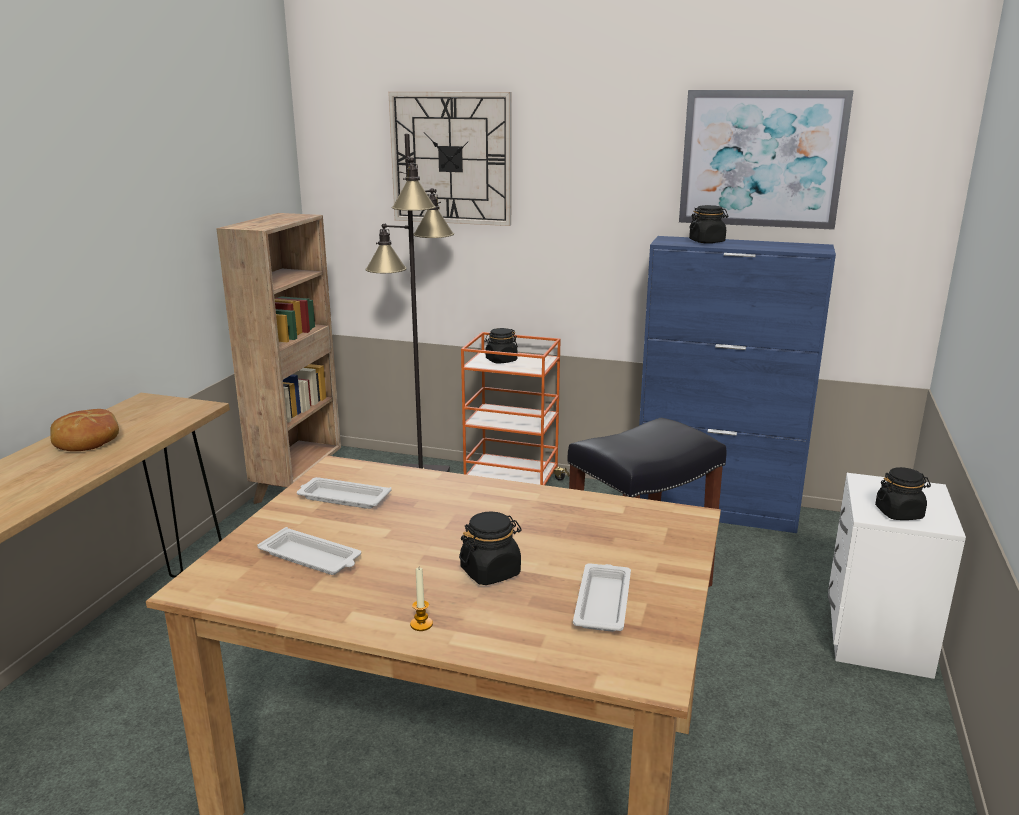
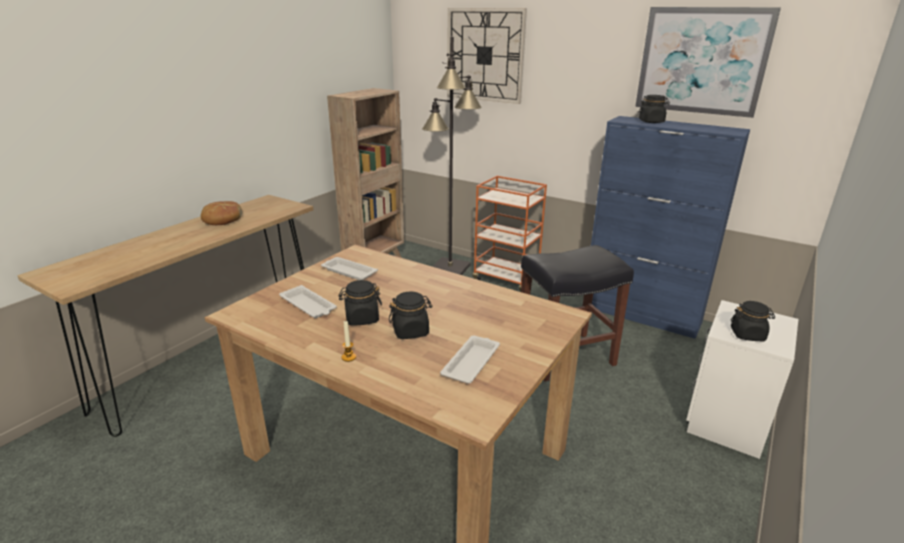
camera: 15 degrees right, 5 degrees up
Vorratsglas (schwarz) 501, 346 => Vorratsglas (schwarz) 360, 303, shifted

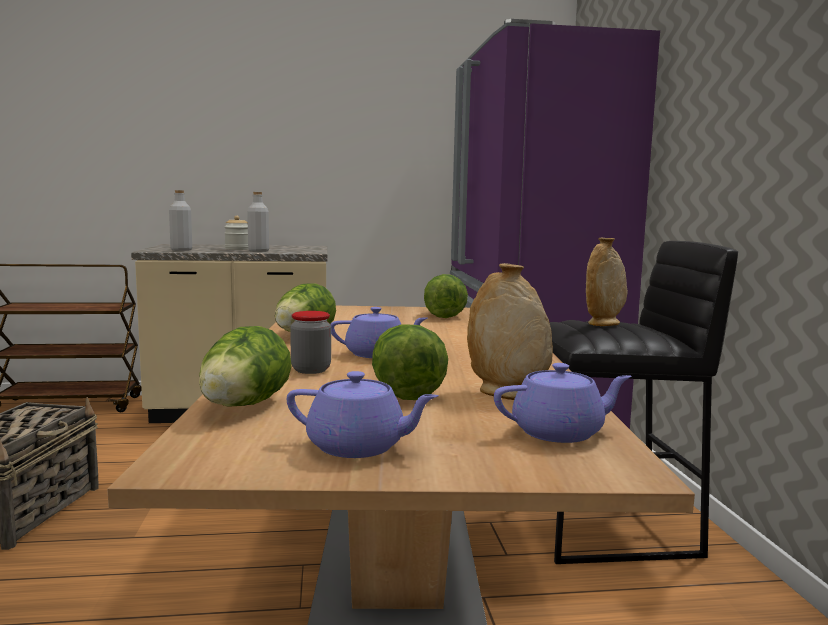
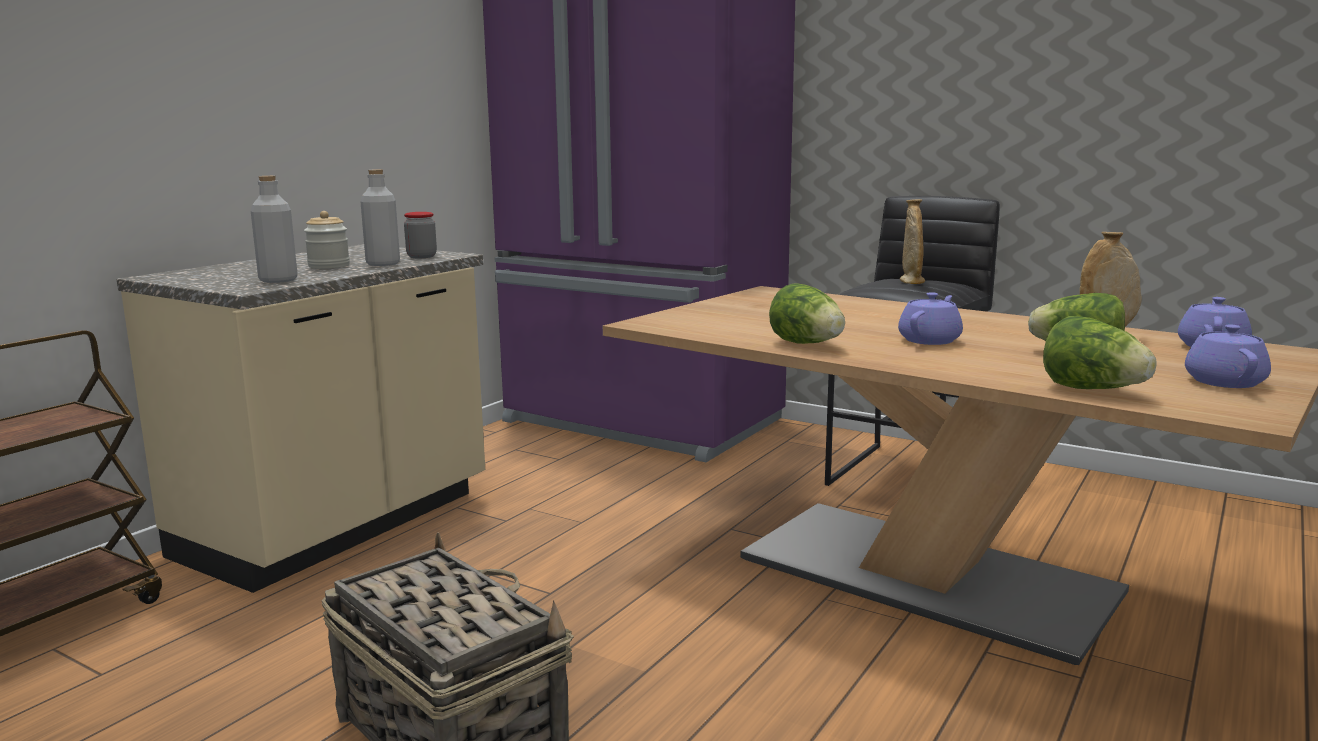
camera: 50 degrees left, 5 degrees up
Salatkopf 446, 296 => nothing
Vorratsglas 310, 342 => Vorratsglas 420, 235, shifted
Teekanne (lila) 363, 414 => Teekanne (lila) 1228, 356, 45 degrees counterclockwise

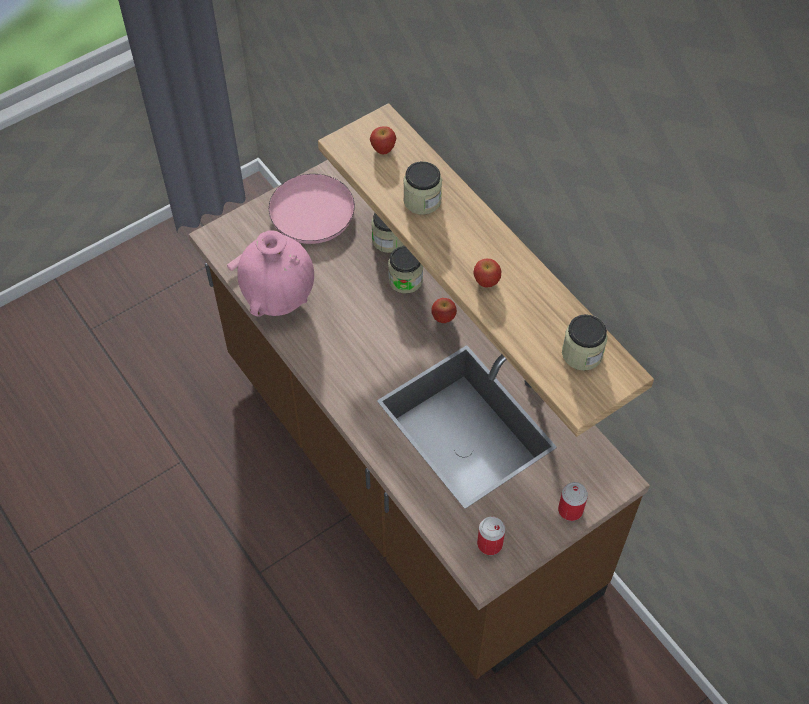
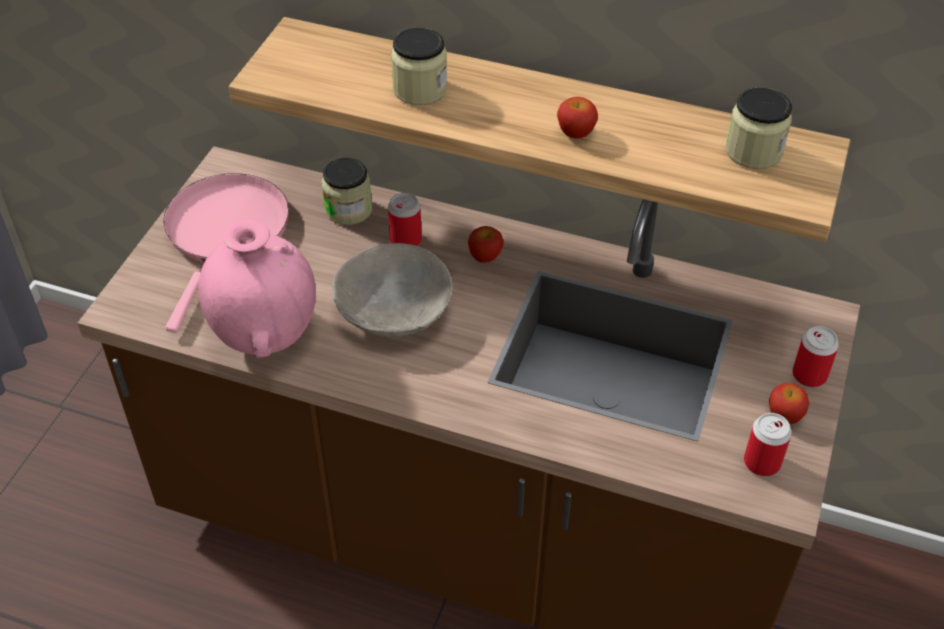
camera: 35 degrees left, 10 degrees down
Apfel 383, 140 => Apfel 789, 403, shifted
Vorratsglas 405, 269 => Dose 405, 219
nothing => Schüssel (grau) 392, 290

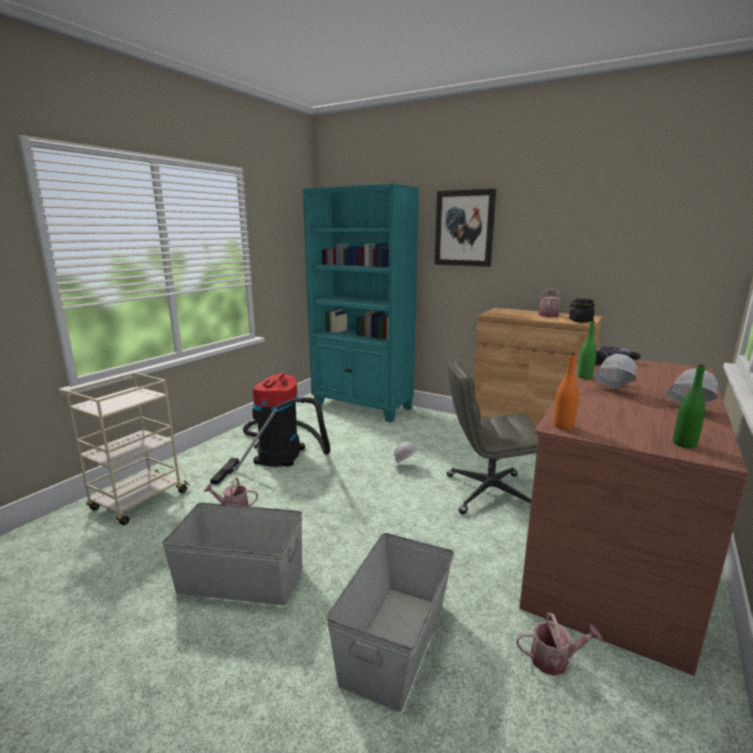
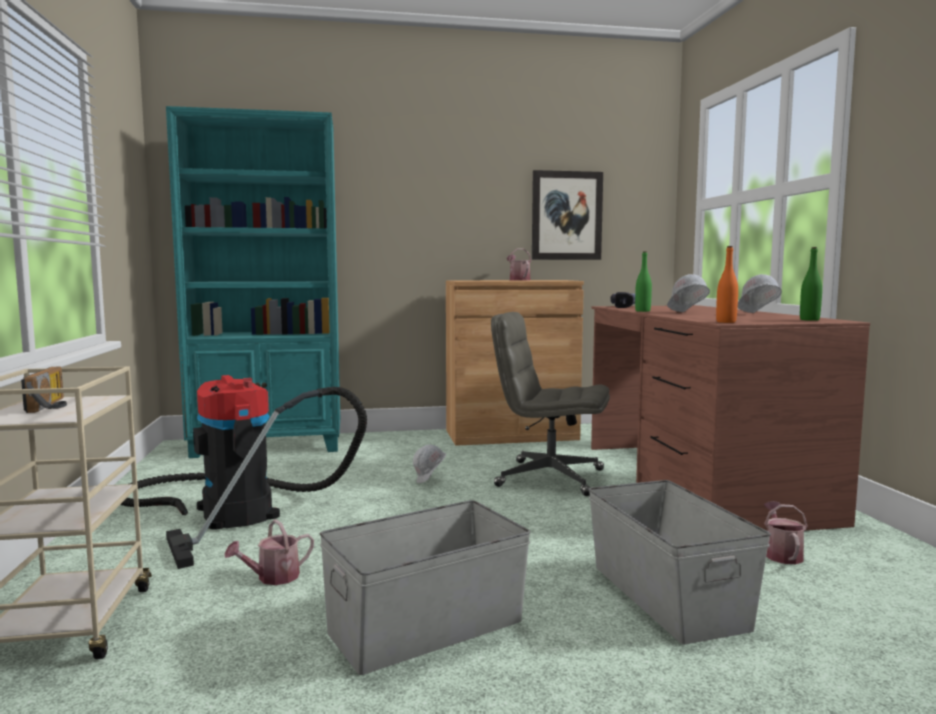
camera: 40 degrees left, 10 degrees down
Bild 465, 228 => Bild 567, 215, shifted
Vorratsglas (schwarz) 582, 311 => nothing
Bürostuhl (grau) 493, 436 => Bürostuhl (grau) 550, 404, 60 degrees clockwise
Gießkanne 559, 644 => Gießkanne 786, 532, 45 degrees counterclockwise
nothing => Radio 44, 389

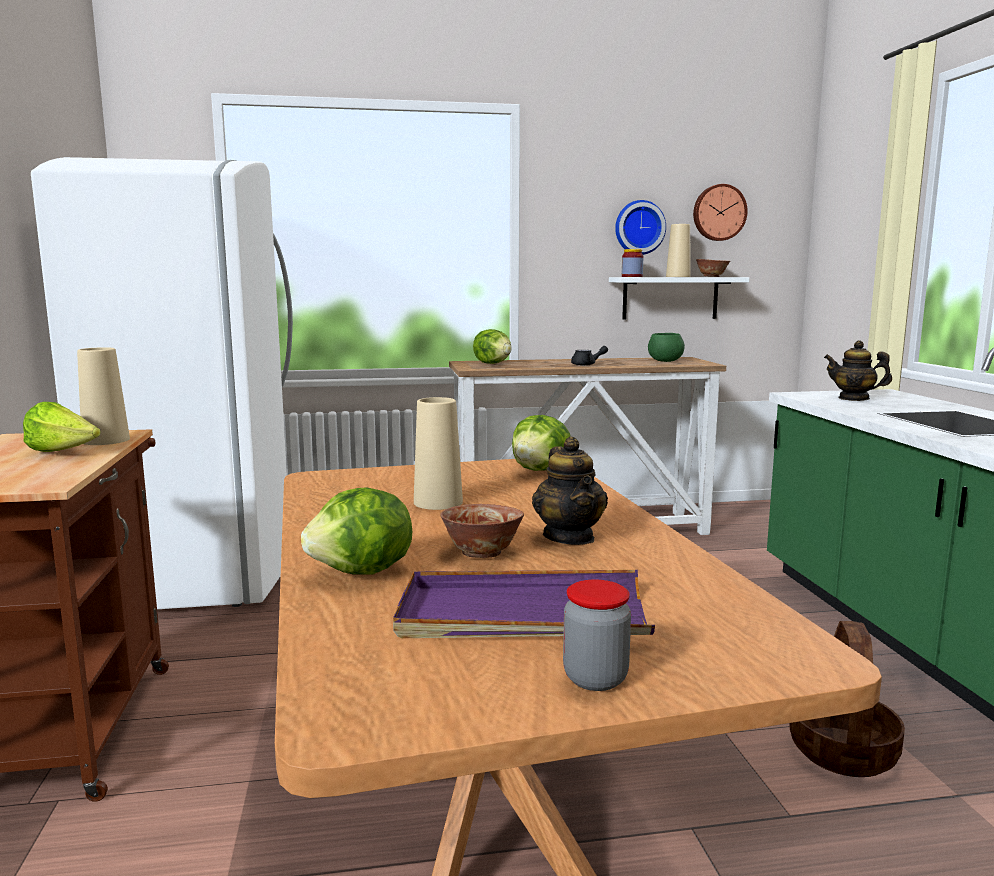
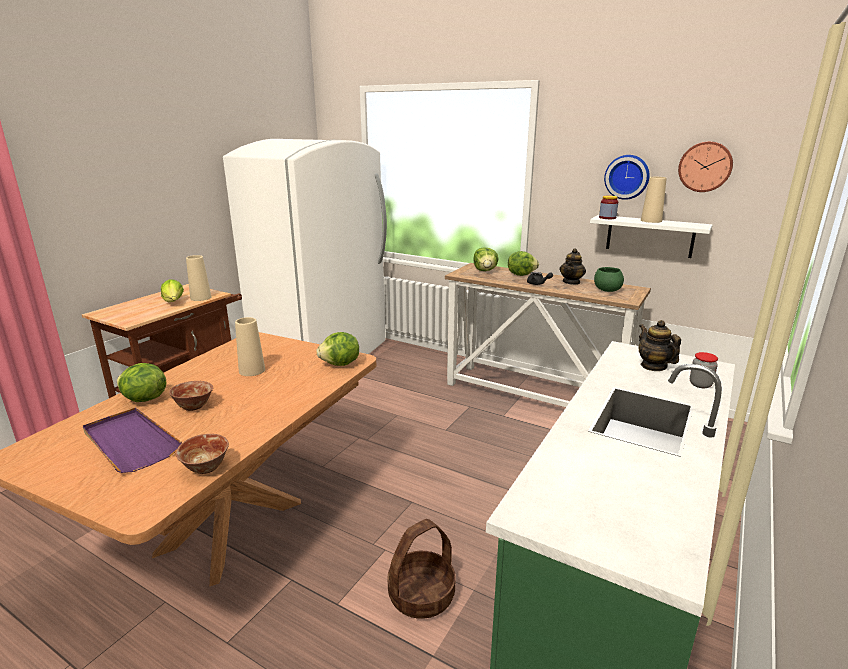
camera: 40 degrees right, 10 degrees up
Schüssel 713, 268 => Schüssel 202, 454, shifted
Teekanne 570, 490 => Teekanne 573, 266, shifted
Vorratsglas 597, 635 => Vorratsglas 704, 370, shifted
nothing => Salatkopf 523, 263

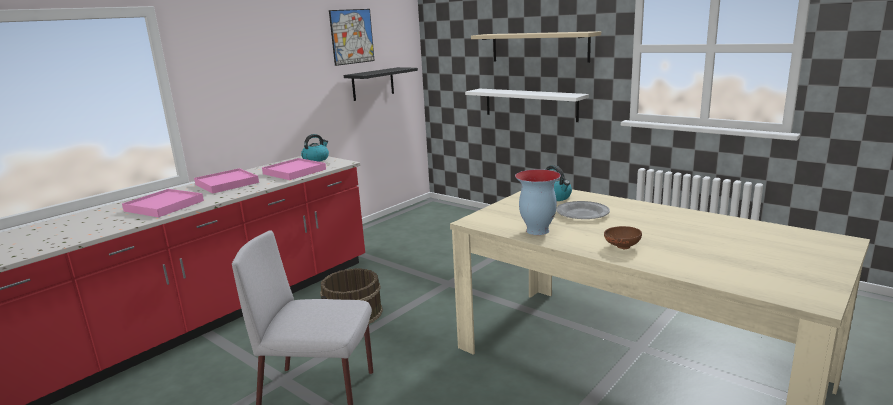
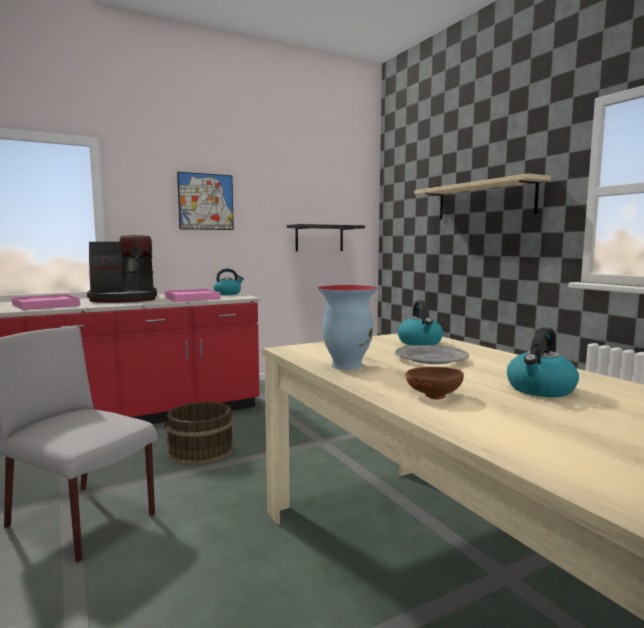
camera: 20 degrees right, 10 degrees down
Bild 352, 37 => Bild 205, 201, shifted
Wandregal (weiß) 527, 105 => nothing
Tablett (rosa) 226, 181 => Kaffeemaschine 122, 269
nothing => Wasserkessel 543, 362

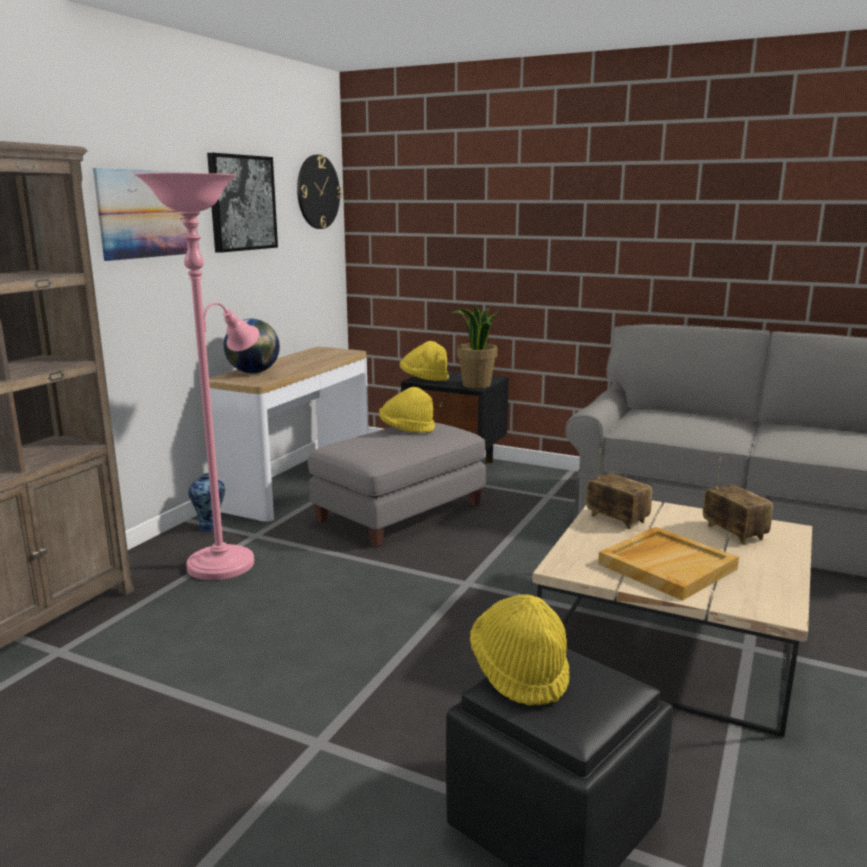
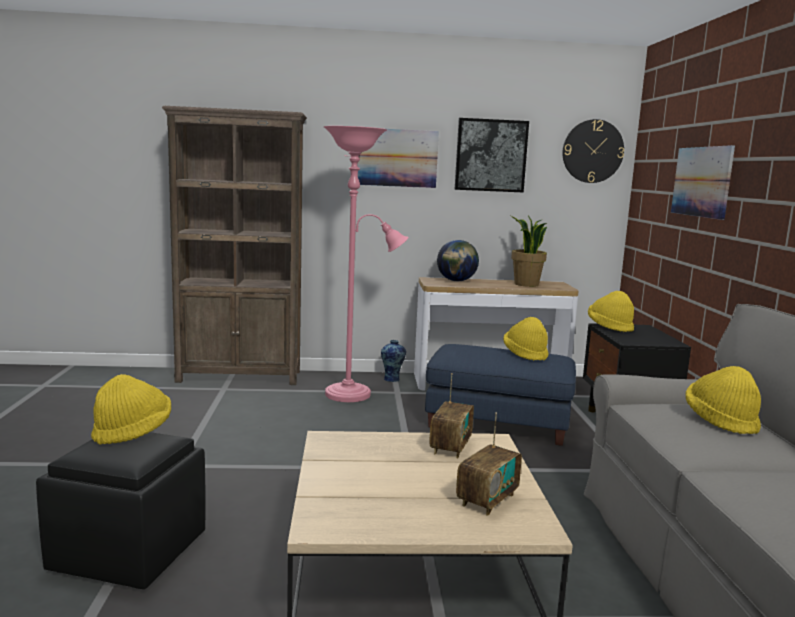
camera: 60 degrees right, 5 degrees down
Topfpflanze 477, 346 => Topfpflanze 529, 251, shifted
Polsterhocker (grau) 397, 484 => Polsterhocker (blau) 500, 395
Tablett (beige) 668, 564 => nothing
nothing => Bild 703, 182
nothing => Hut (gelb) 723, 400

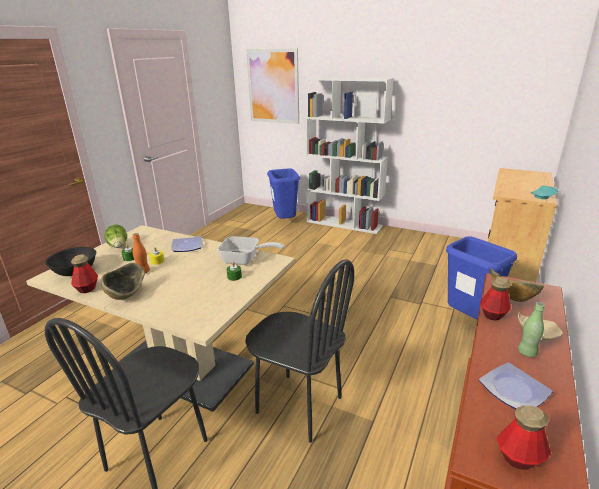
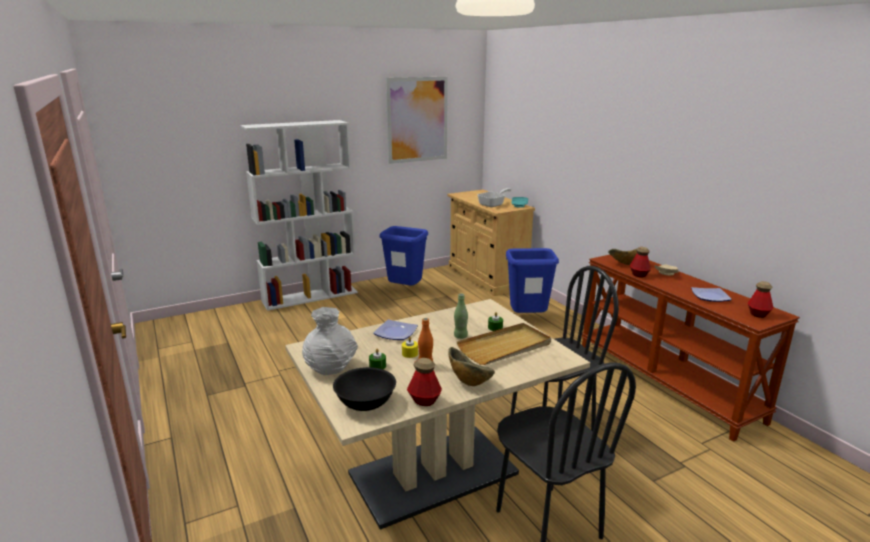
camera: 55 degrees left, 5 degrees down
Bild 272, 86 => Bild 417, 120, shifted
Mülleimer (blau) 283, 193 => Mülleimer (blau) 404, 255, shifted
Salatkopf 115, 236 => Vase (weiß) 330, 341
Pfanne 251, 250 => Pfanne 494, 197, shifted
Flasche (grün) 531, 329 => Flasche (grün) 461, 316, shifted
nothing => Tablett (beige) 504, 344

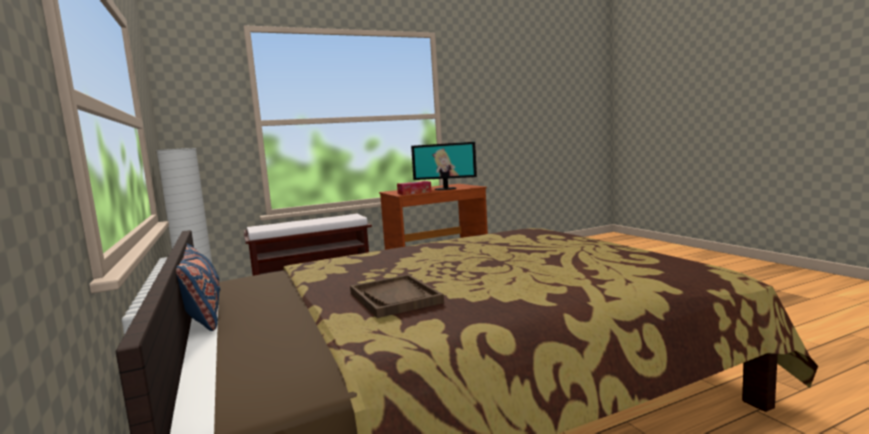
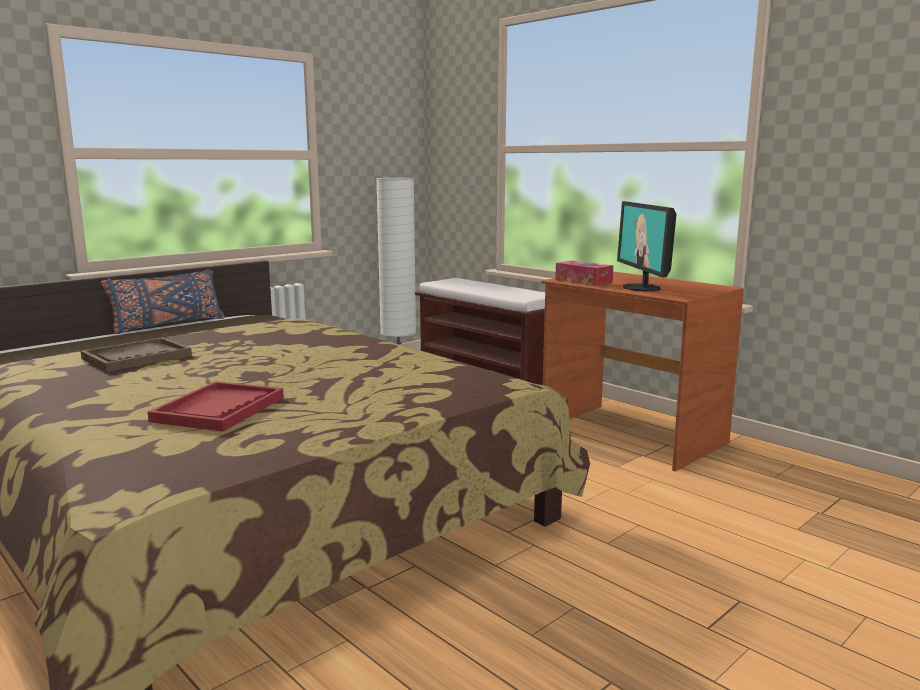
camera: 70 degrees right, 5 degrees up
nothing => Tablett (rot) 216, 406

